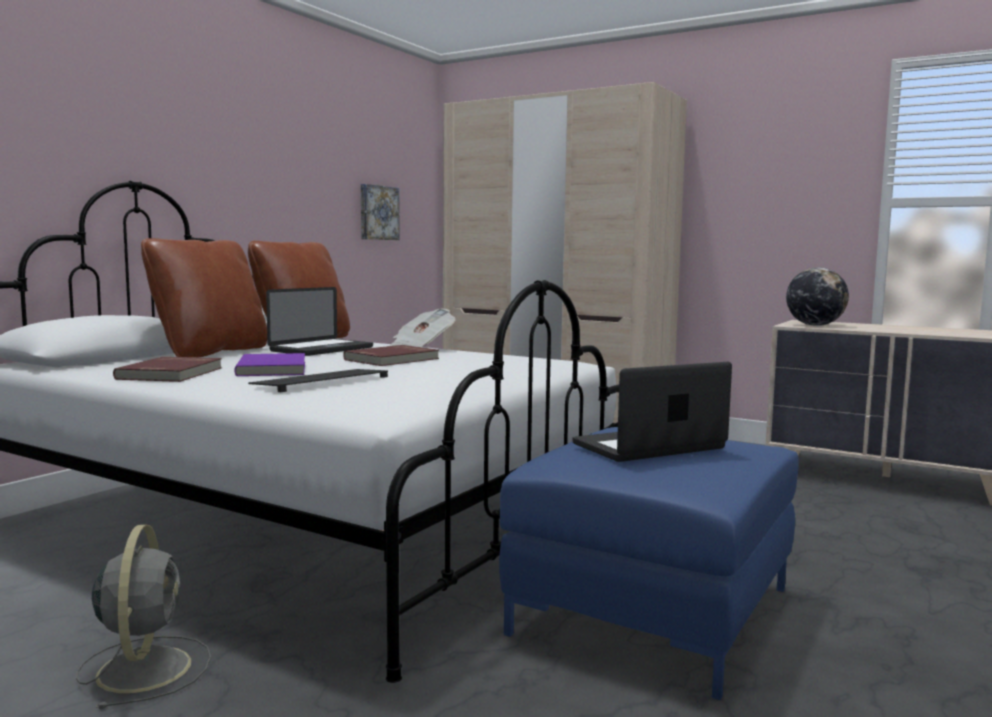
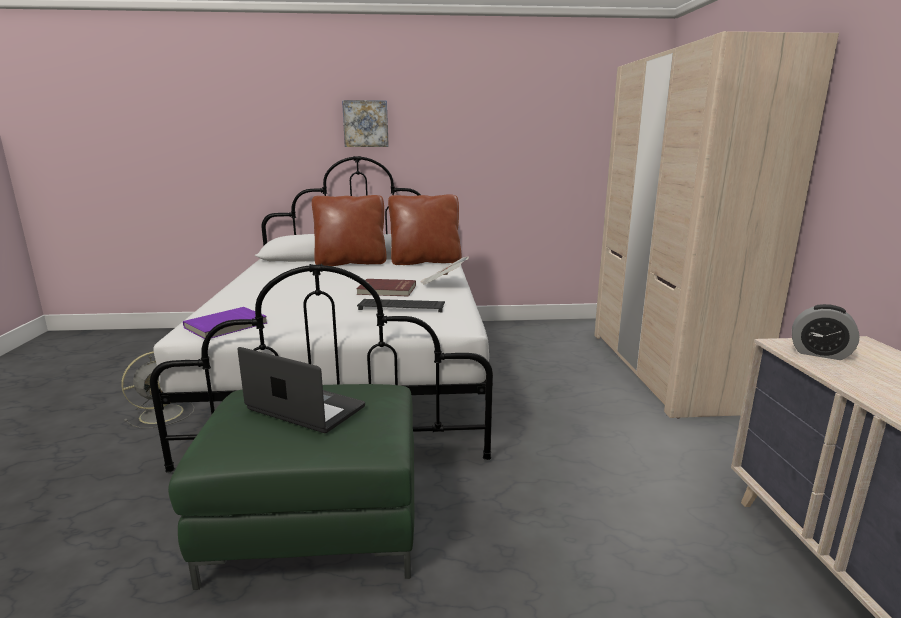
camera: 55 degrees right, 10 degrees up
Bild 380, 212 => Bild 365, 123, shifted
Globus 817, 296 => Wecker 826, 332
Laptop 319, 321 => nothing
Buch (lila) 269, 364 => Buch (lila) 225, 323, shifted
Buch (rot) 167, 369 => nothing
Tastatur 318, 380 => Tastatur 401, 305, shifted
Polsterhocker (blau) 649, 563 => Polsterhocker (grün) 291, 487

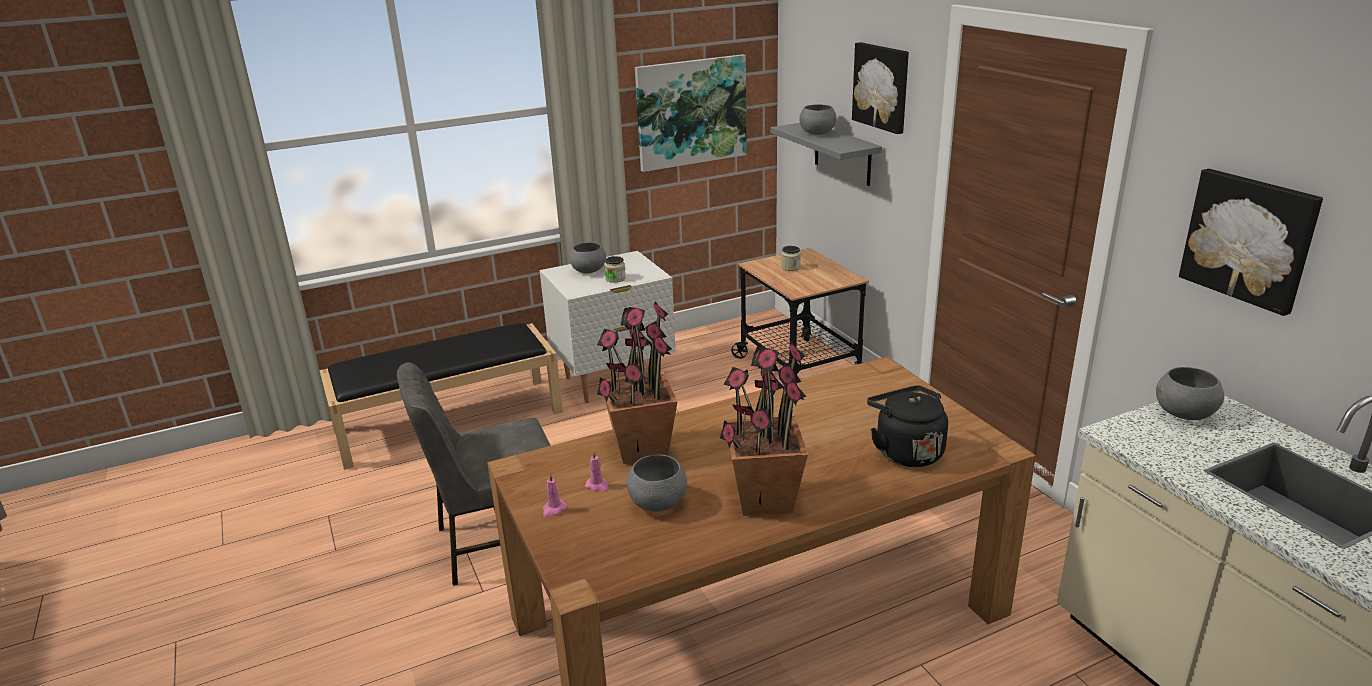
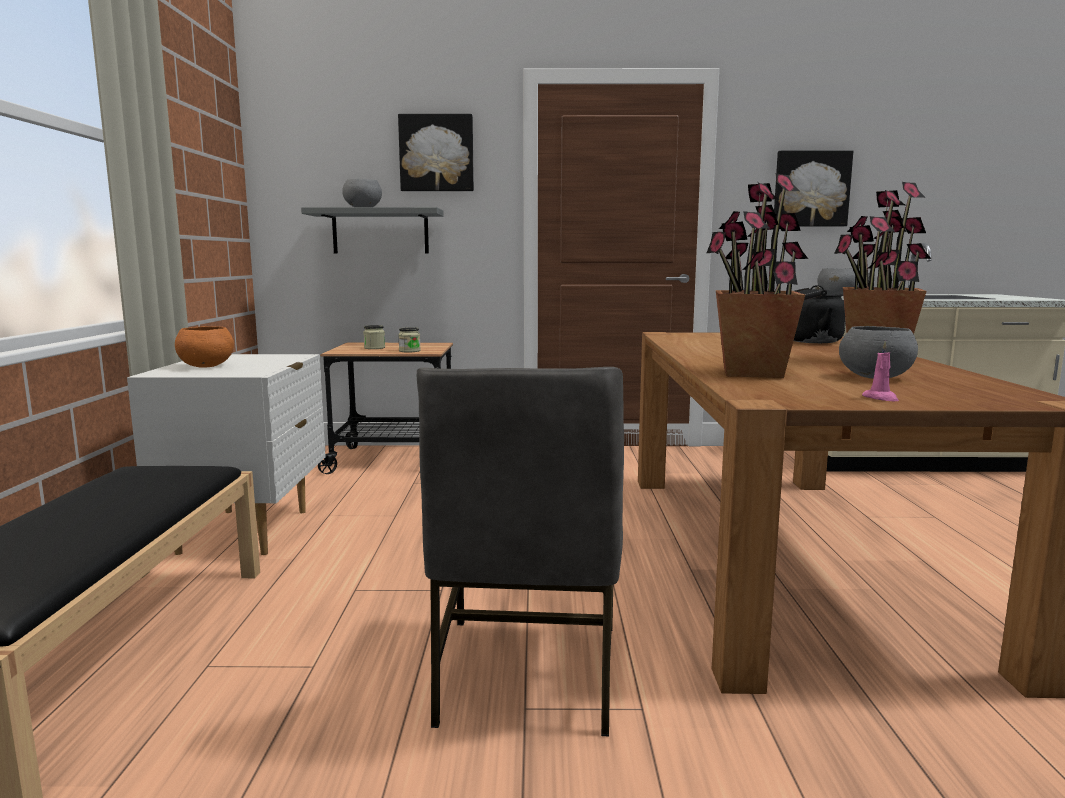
camera: 65 degrees left, 15 degrees down
Bild 691, 113 => nothing
Schüssel (grau) 587, 258 => Schüssel (orange) 204, 347
Vorratsglas 615, 269 => Vorratsglas 409, 339, shifted
Kerze (rosa) 596, 471 => nothing

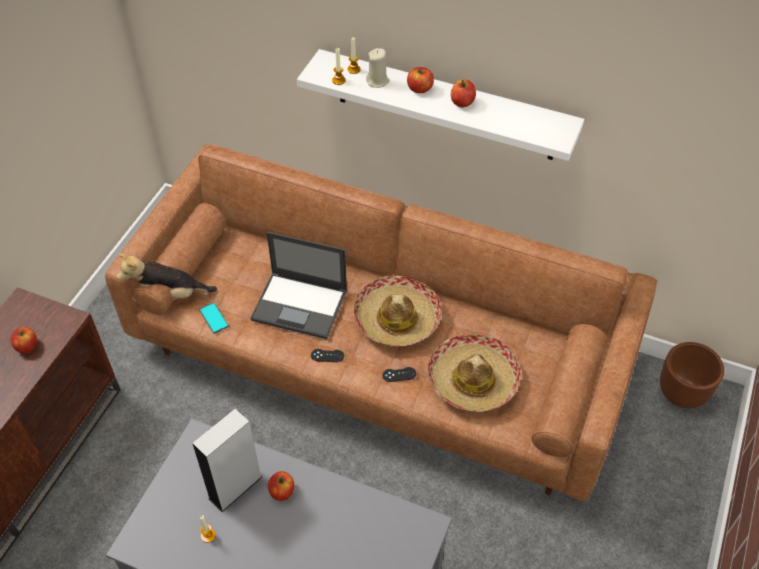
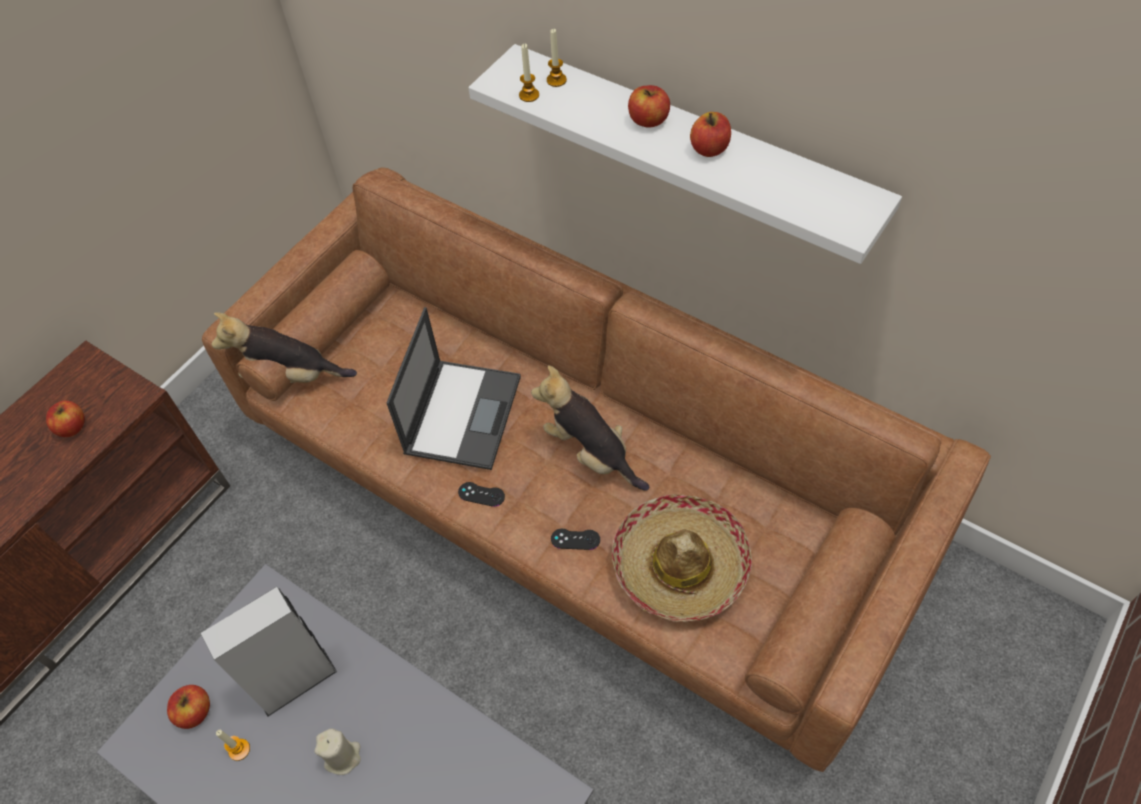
camera: 15 degrees right, 5 degrees up
Kerze (beige) 378, 68 => Kerze (beige) 337, 752, shifted
Laptop 298, 285 => Laptop 453, 388, 105 degrees counterclockwise
Hut 397, 311 => Plüschtier 590, 428
Handy 214, 318 => nothing
Pflanzkübel (braun) 692, 375 => nothing
Apfel 281, 486 => Apfel 188, 707, shifted

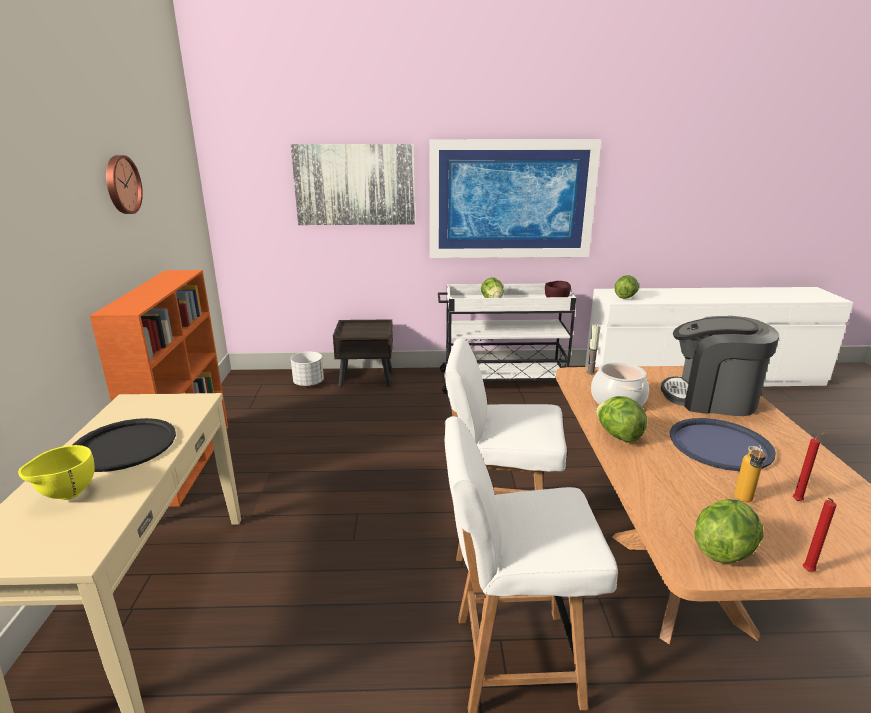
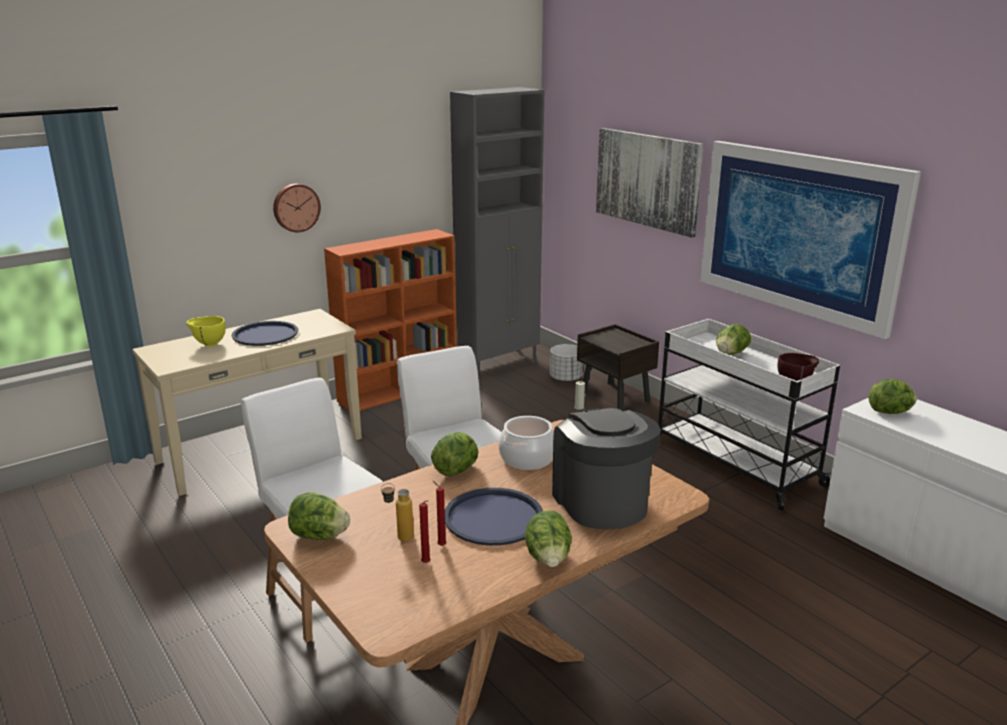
camera: 55 degrees right, 0 degrees up
Wanduhr 124, 184 => Wanduhr 297, 208, shifted
Tablett (schwarz) 124, 445 => Tablett (blau) 265, 333
Kerze (rot) 820, 535 => Kerze (rot) 440, 513, shifted
nothing => Schrank (grau) 497, 232
nothing => Salatkopf 548, 538

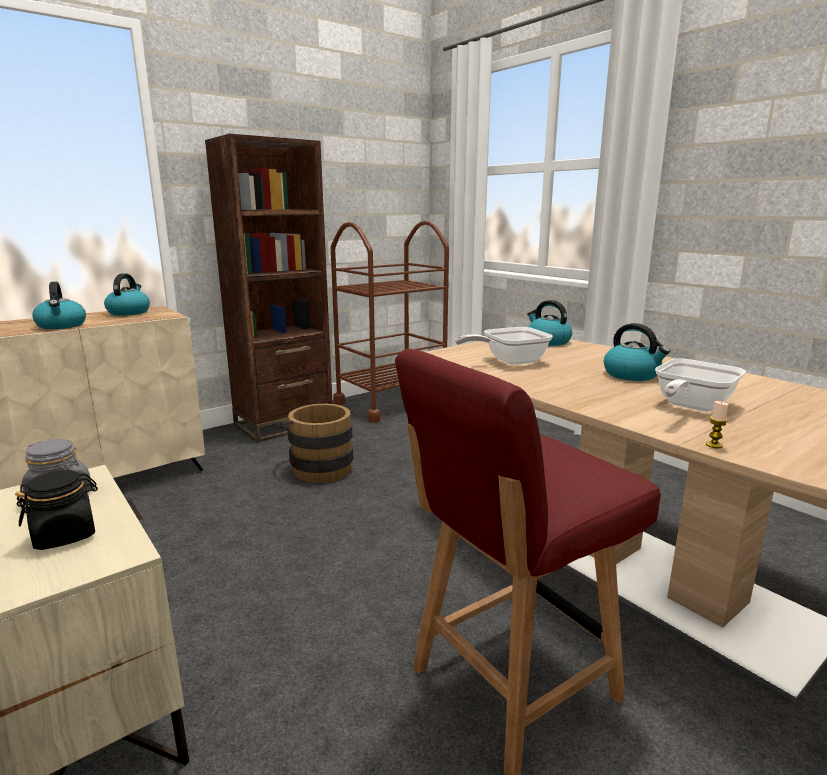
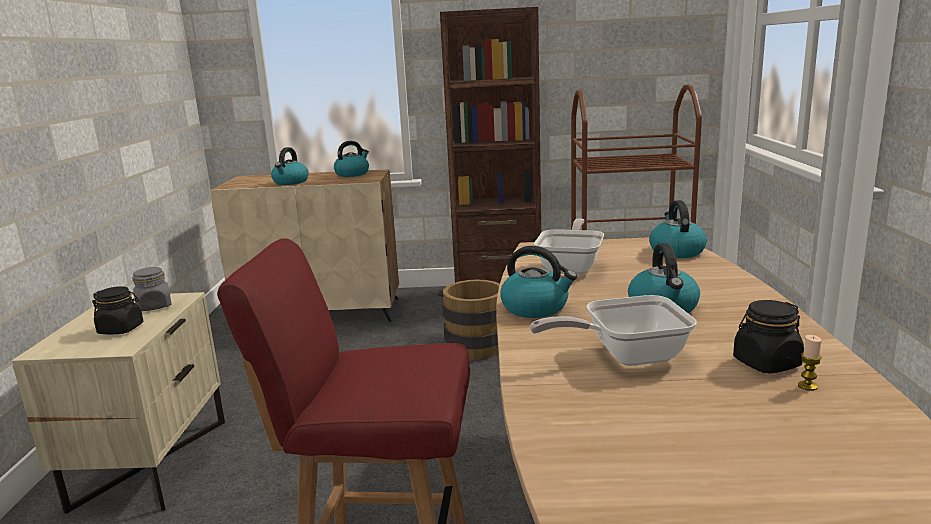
camera: 40 degrees right, 0 degrees up
Pfanne 504, 346 => Pfanne 569, 246, 90 degrees clockwise
Kerze 717, 424 => Kerze 810, 363, shifted
nothing => Wasserkessel 538, 282
nothing => Vorratsglas (schwarz) 768, 337

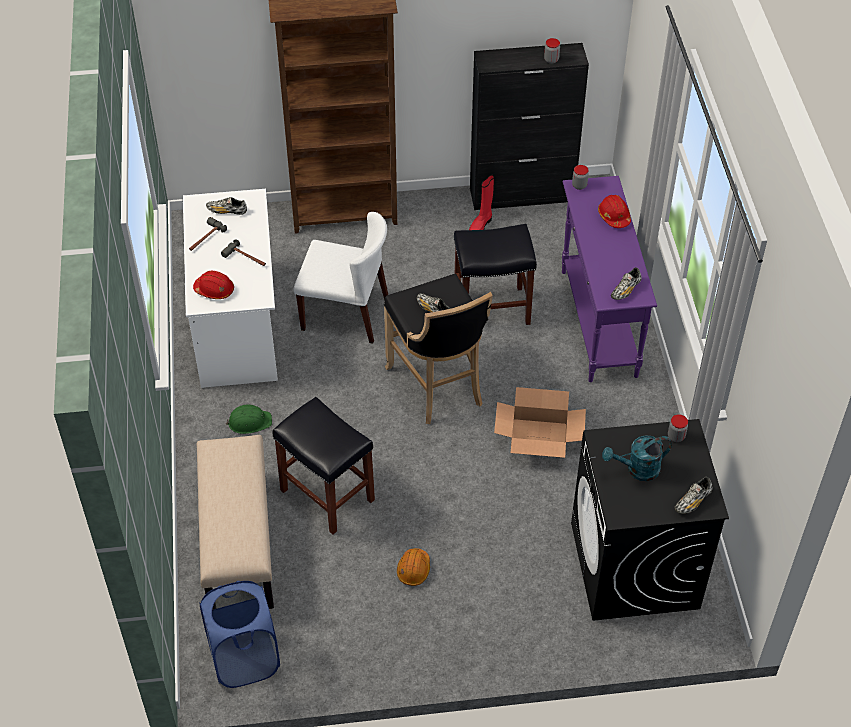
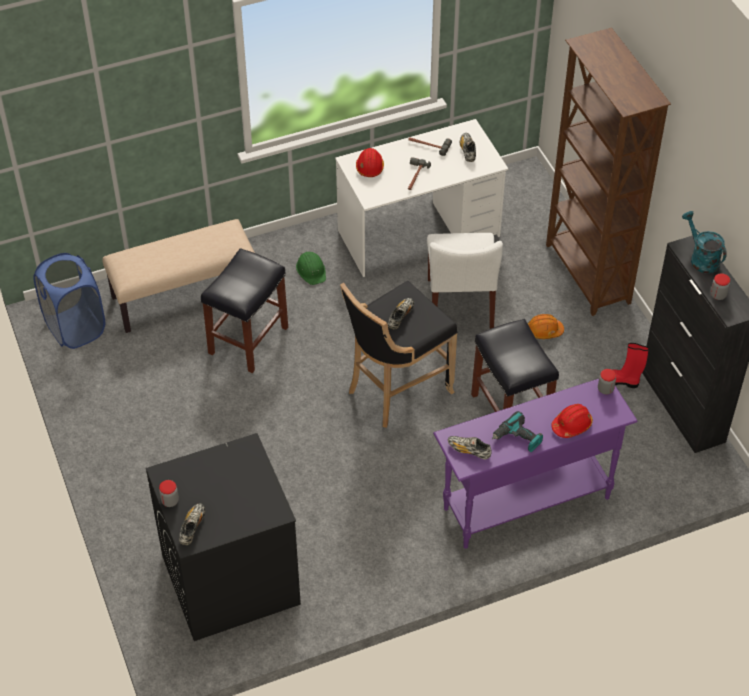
camera: 75 degrees right, 0 degrees up
Karton 540, 422 => nothing
Vorratsglas 678, 428 => Vorratsglas 169, 493, shifted
Gießkanne (türkis) 637, 458 => Gießkanne (türkis) 704, 242, shifted
Schuh 693, 495 => Schuh 192, 524, 75 degrees clockwise
Schutzhelm (orange) 413, 567 => Schutzhelm (orange) 546, 326, shifted
nothing => Bohrmaschine 517, 431

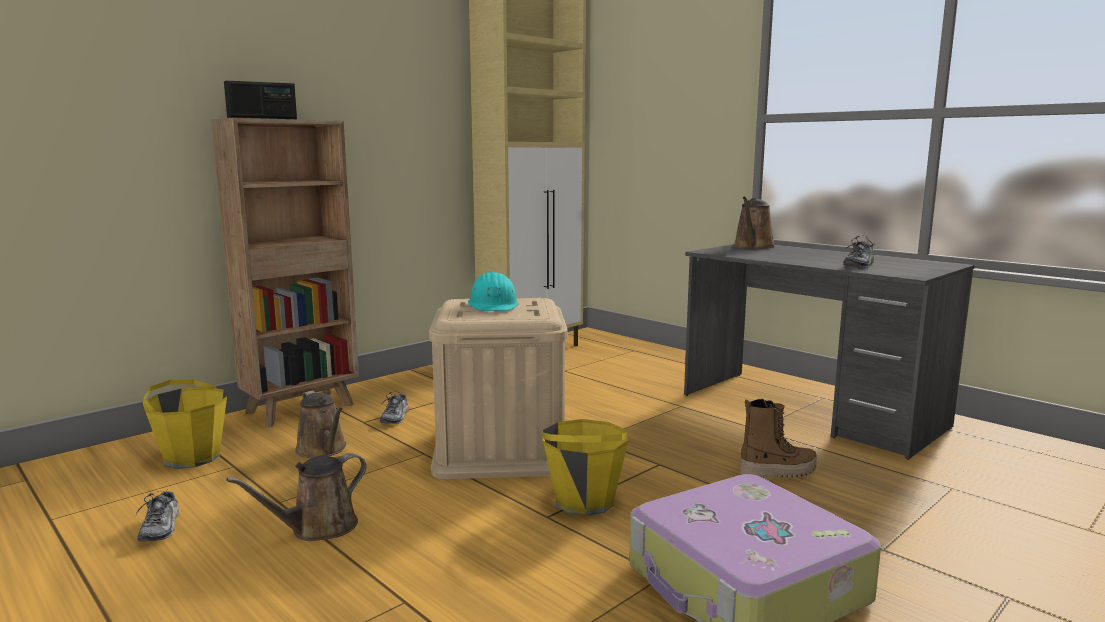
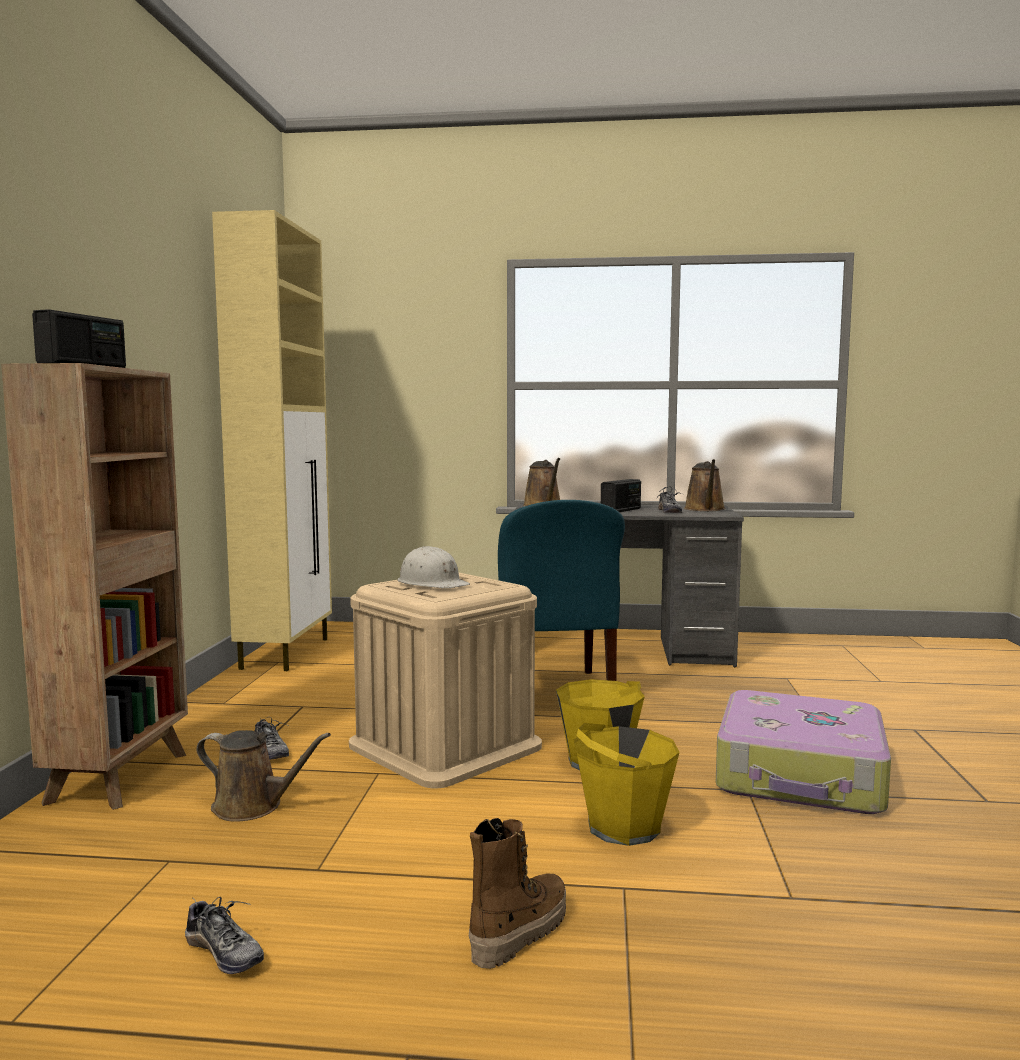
camera: 40 degrees left, 5 degrees down
Schutzhelm (türkis) 493, 291 => Schutzhelm (weiß) 433, 567
Eimer (gelb) 185, 424 => Eimer (gelb) 626, 784, shifted
Stiefel 778, 439 => Stiefel 517, 893, shifted
Gießkanne (braun) 296, 497 => Gießkanne (braun) 705, 485, shifted
nothing => Radio 621, 495
nothing => Stuhl (blau) 561, 590

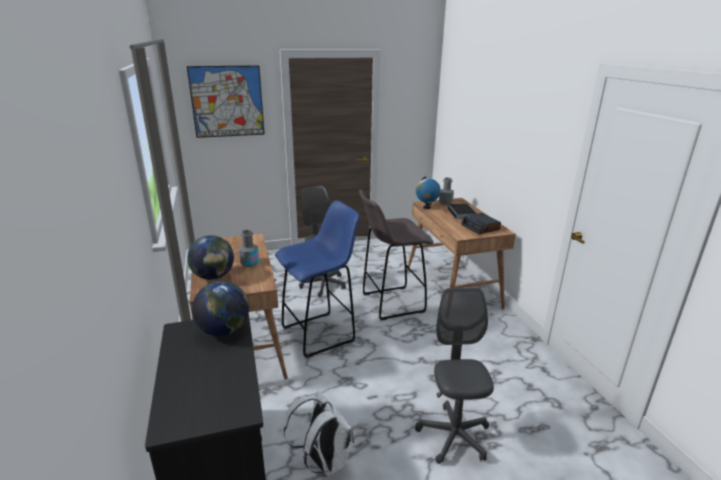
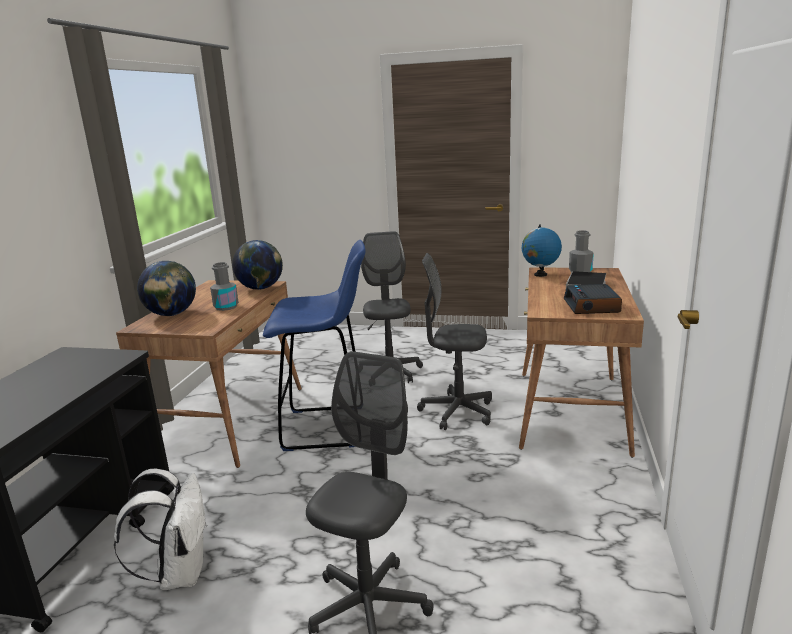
camera: 30 degrees right, 5 degrees down
Bild 226, 102 => nothing
Hocker (grau) 396, 254 => Bürostuhl (grau) 454, 341
Globus 220, 308 => Globus 257, 265, shifted

